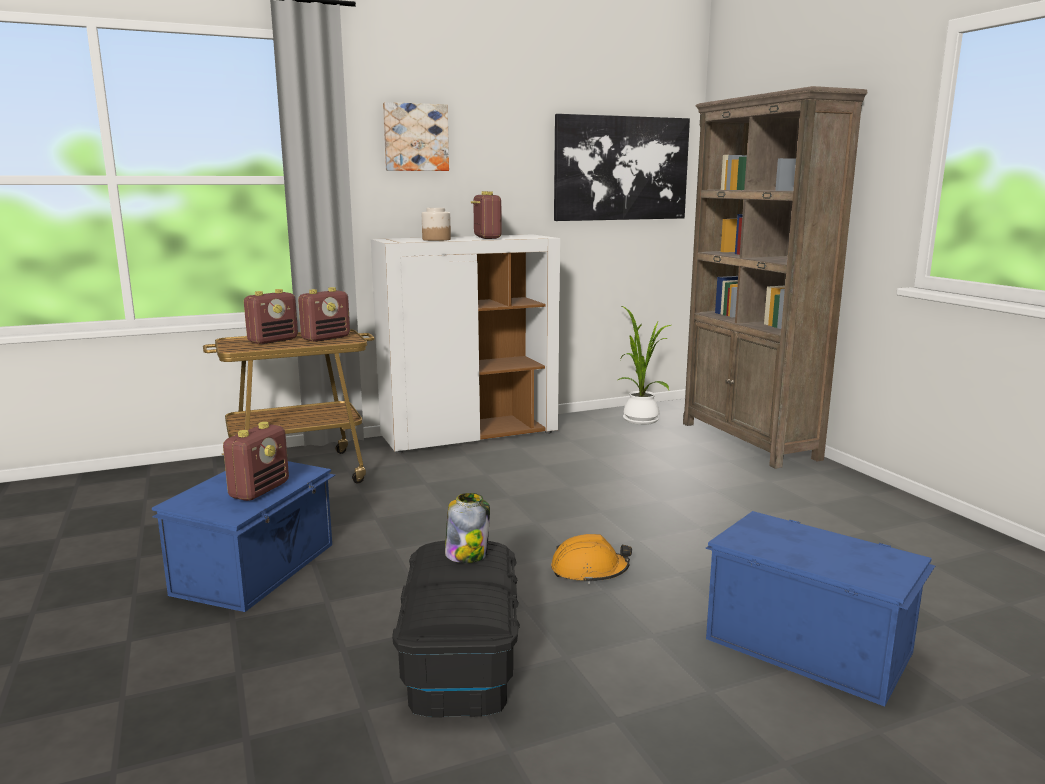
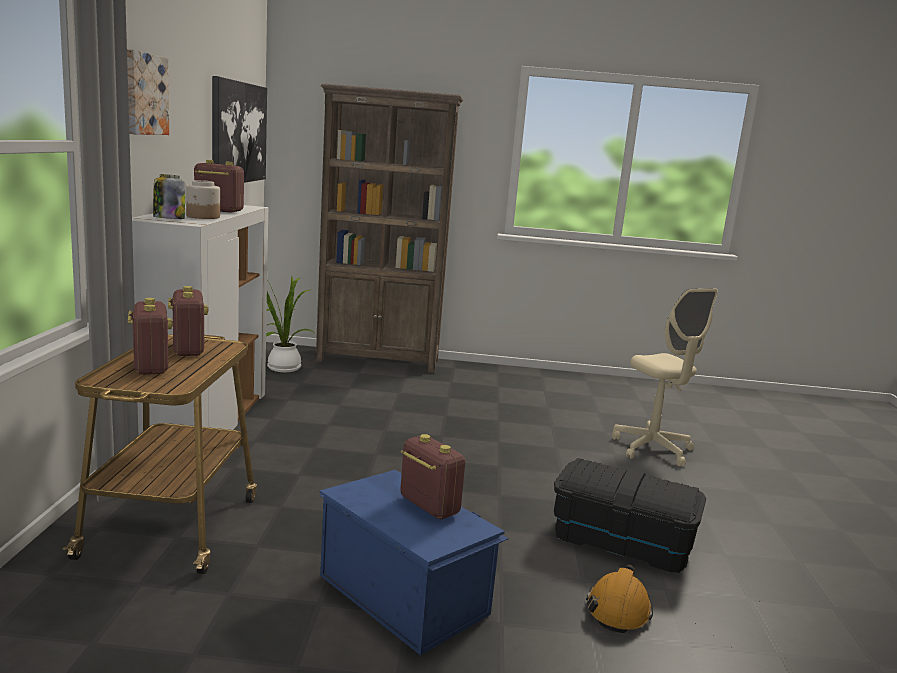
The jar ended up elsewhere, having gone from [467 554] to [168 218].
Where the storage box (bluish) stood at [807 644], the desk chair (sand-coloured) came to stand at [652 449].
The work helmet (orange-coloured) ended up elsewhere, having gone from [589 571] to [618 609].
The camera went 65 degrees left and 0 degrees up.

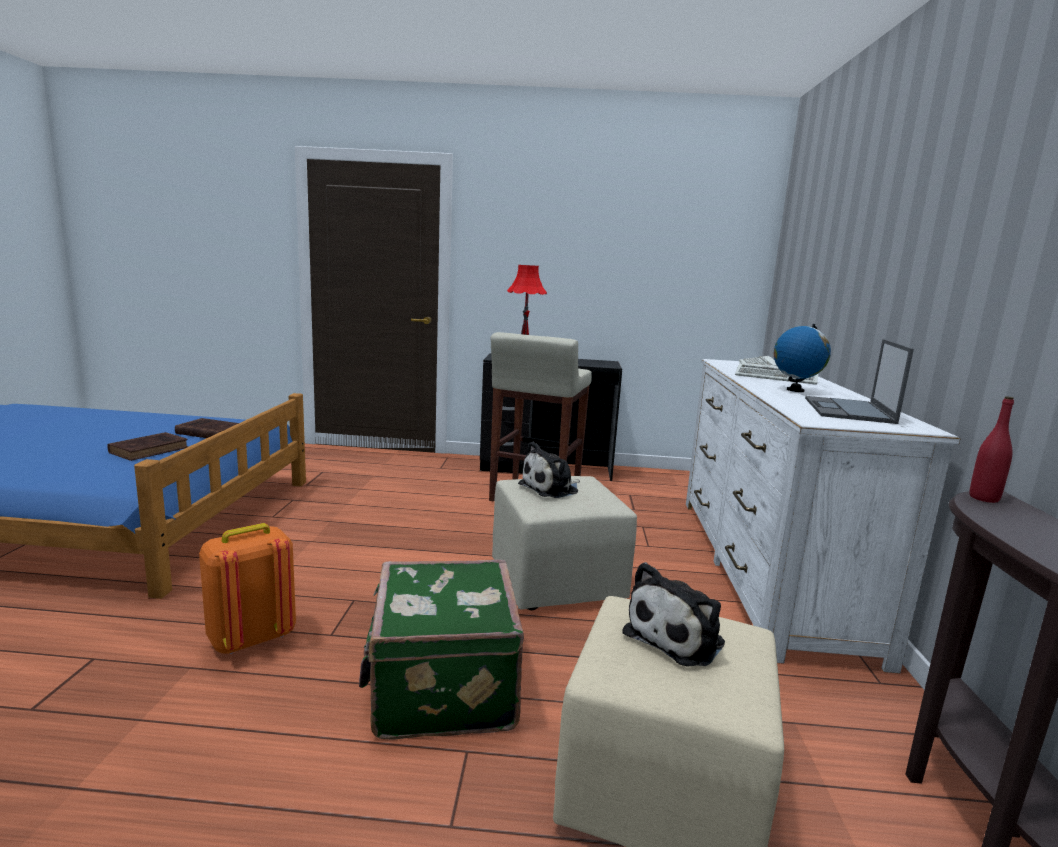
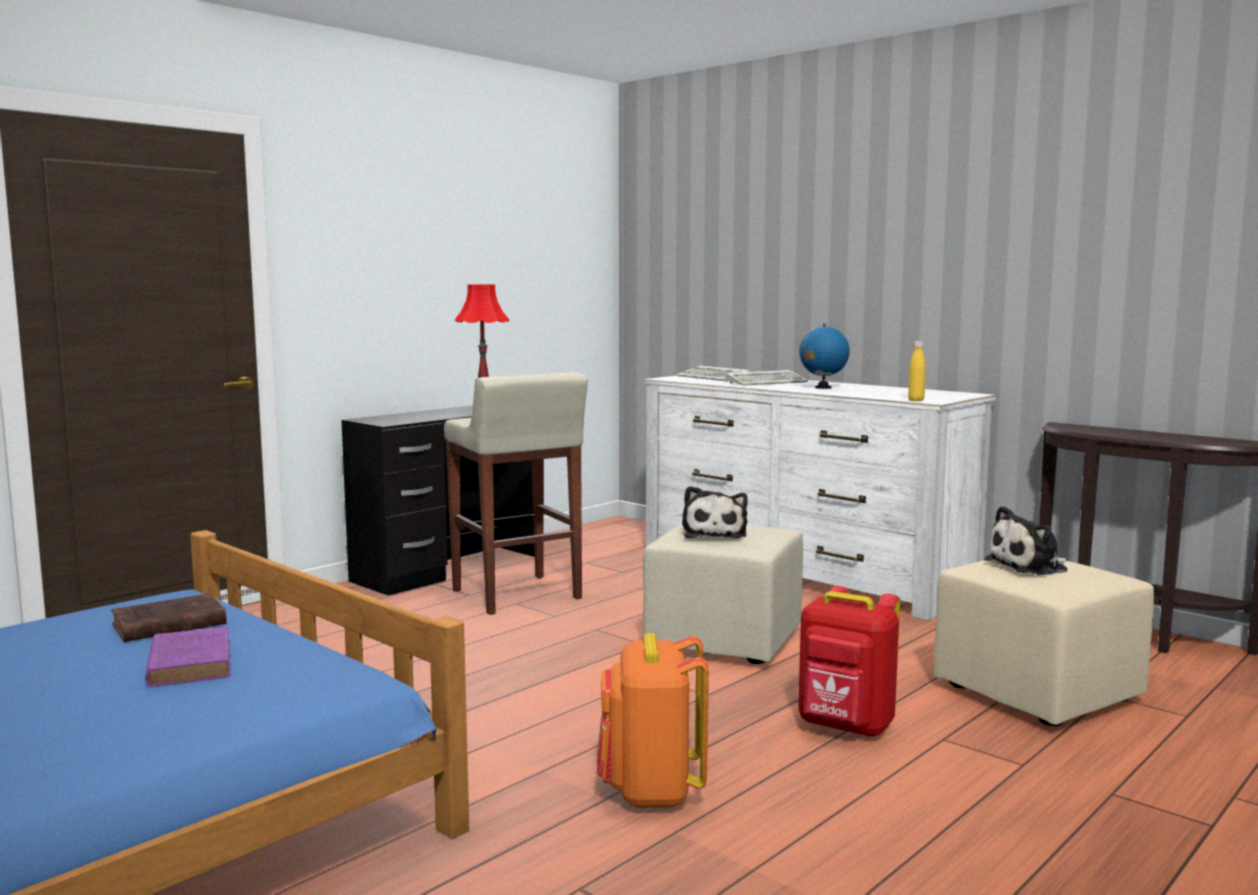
The second view lost the notebook computer at [849 410].
The second view lost the drink bottle (reddish) at [984 498].
What was the bound book (brownish) at [151 450] turned into the bound book (purple) at [190 663].
Where the travel case (green) stood at [441 687], the backpack (reddish) came to stand at [845 727].
The plush toy at [678 637] ended up facing another way, 75 degrees clockwise from before.
The second view gained the drink bottle (yellow-coloured) at [916 400].
The camera went 50 degrees left and 5 degrees down.

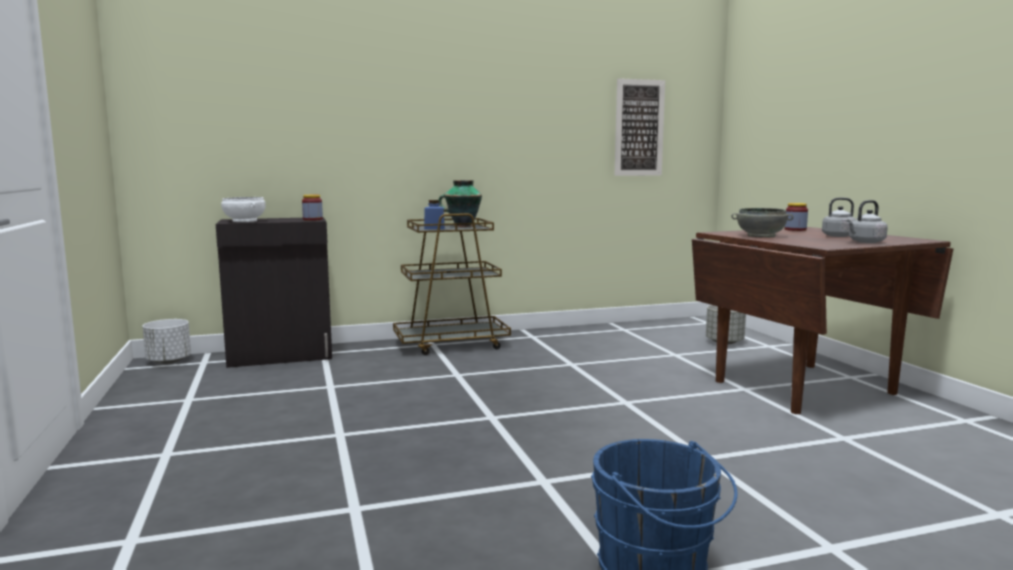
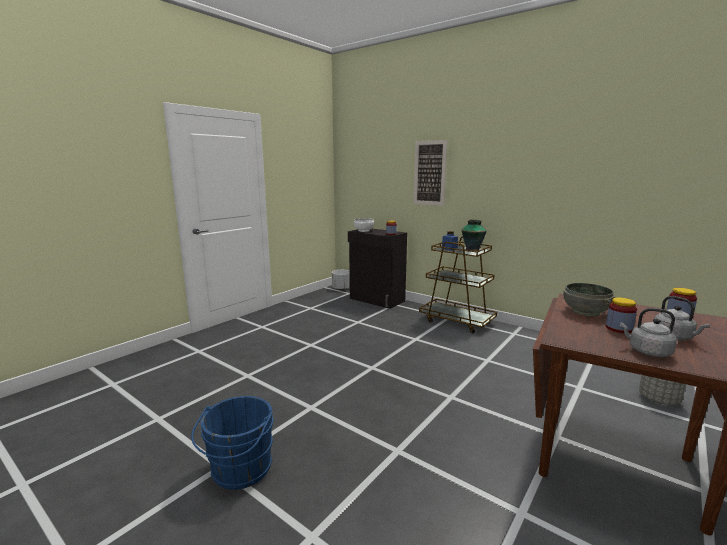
The wall art ended up elsewhere, having gone from [639 128] to [429 173].
The second view gained the jar at [619 328].
The camera went 55 degrees right and 5 degrees up.

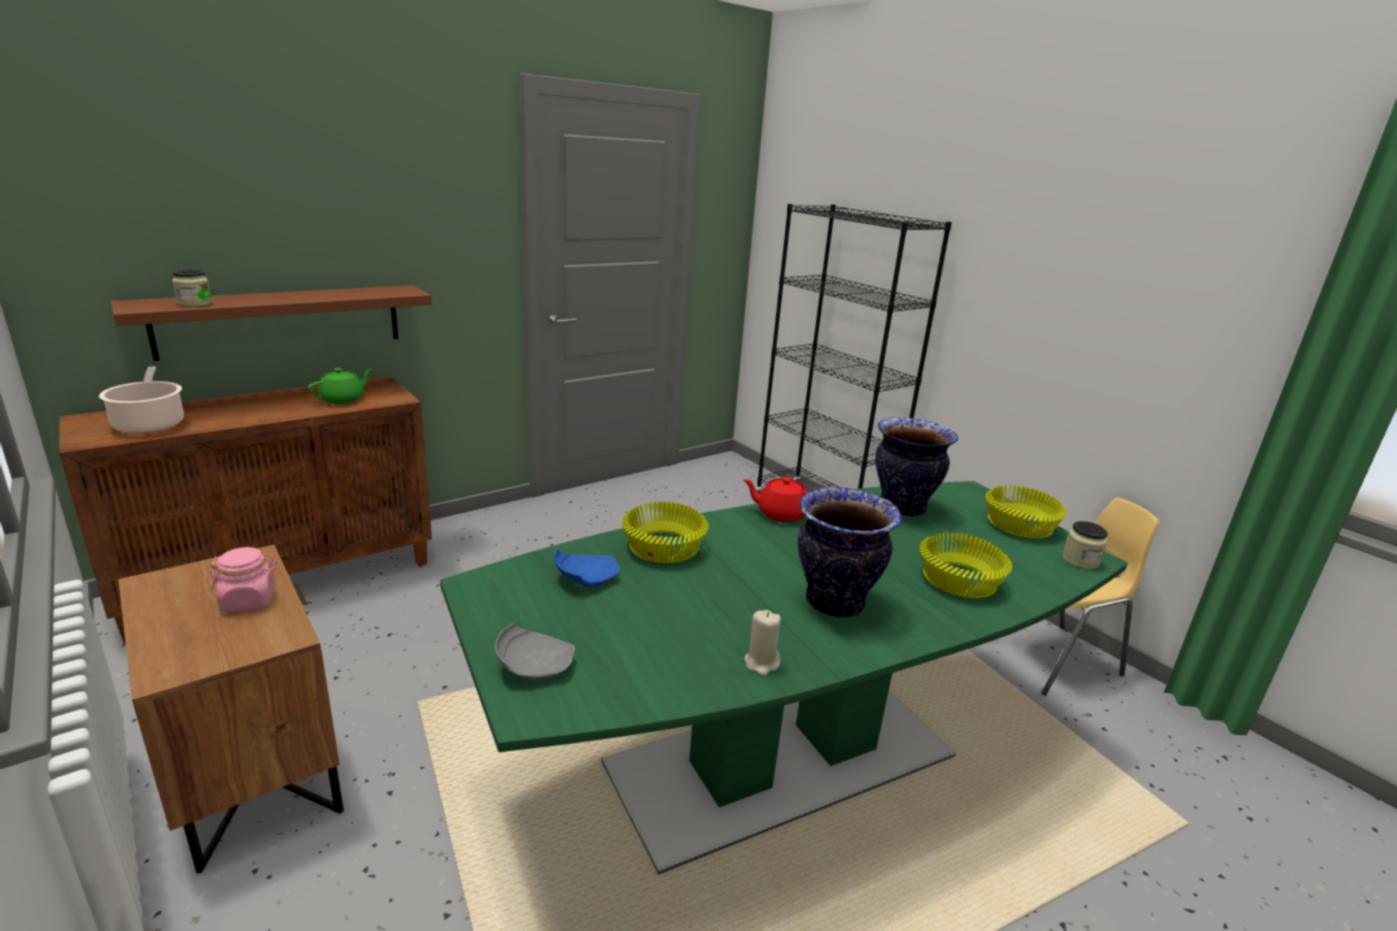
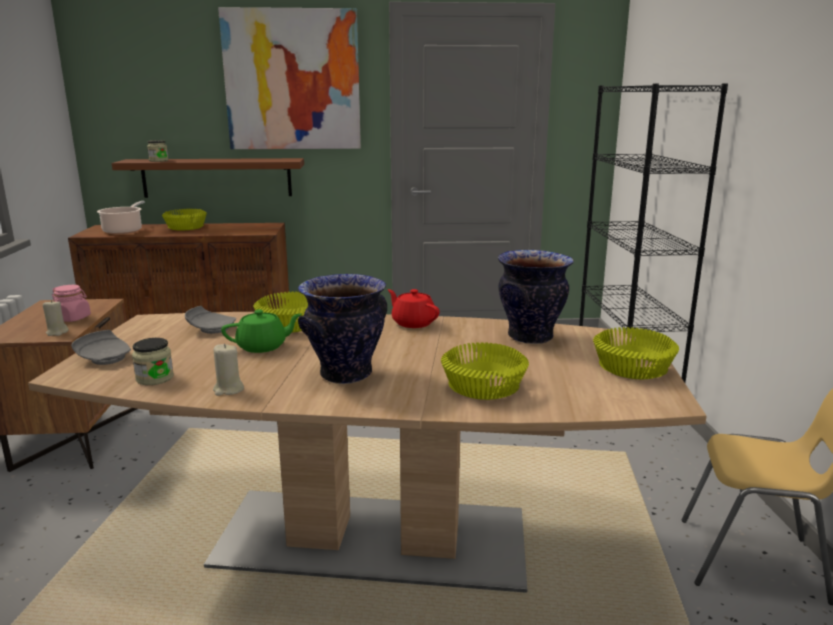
The pot for tea (green) ended up elsewhere, having gone from [343 399] to [263 347].
What was the dinner table (green) at [784 760] turned into the dinner table (brownish) at [374 539].
The jar ended up elsewhere, having gone from [1080 560] to [155 378].
What was the dinner plate (bluish) at [585 578] turned into the dinner plate (greyish) at [211 329].
The second view gained the wall art at [292 80].
The second view gained the bowl (yellow-coloured) at [186 227].
The second view gained the wax candle (sand-coloured) at [57 332].
The camera went 35 degrees right and 5 degrees down.

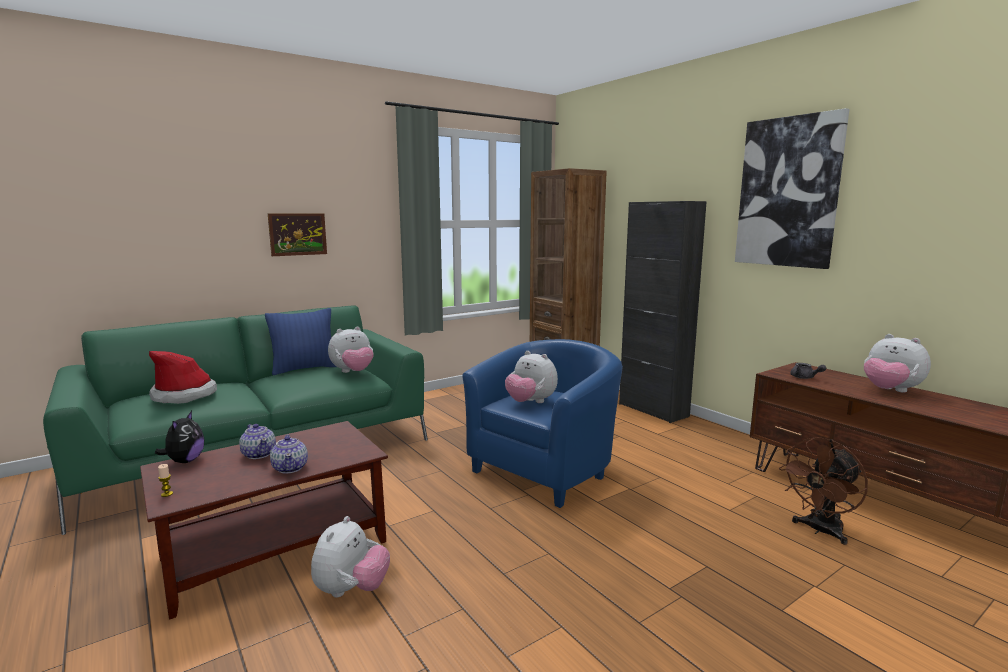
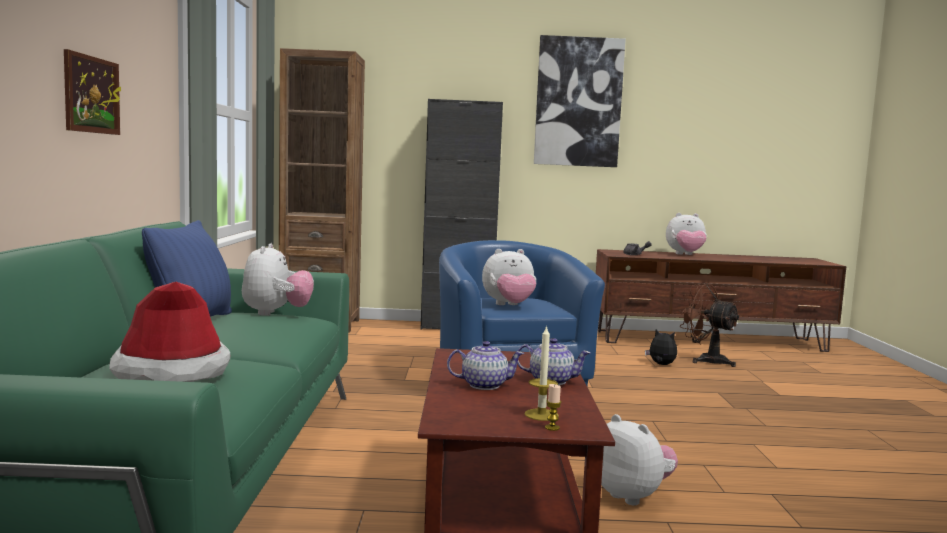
The plush toy ended up elsewhere, having gone from [185 461] to [661 365].
The electric fan (brownish) at [820 531] ended up facing another way, 135 degrees clockwise from before.
The second view gained the wax candle at [541 415].
The camera went 55 degrees left and 5 degrees down.

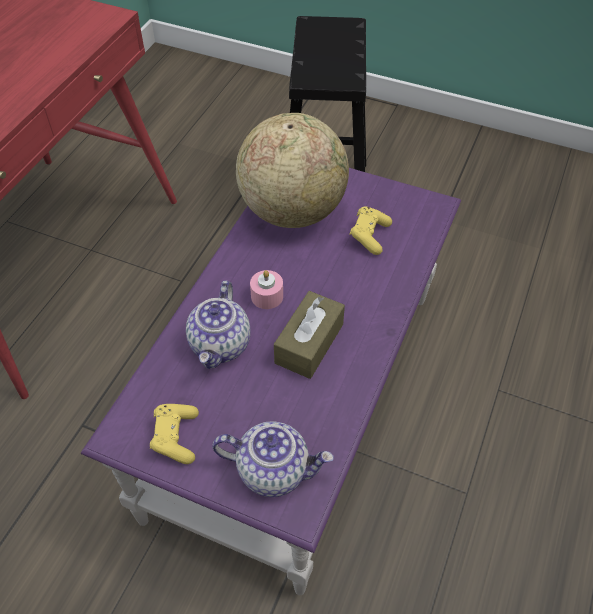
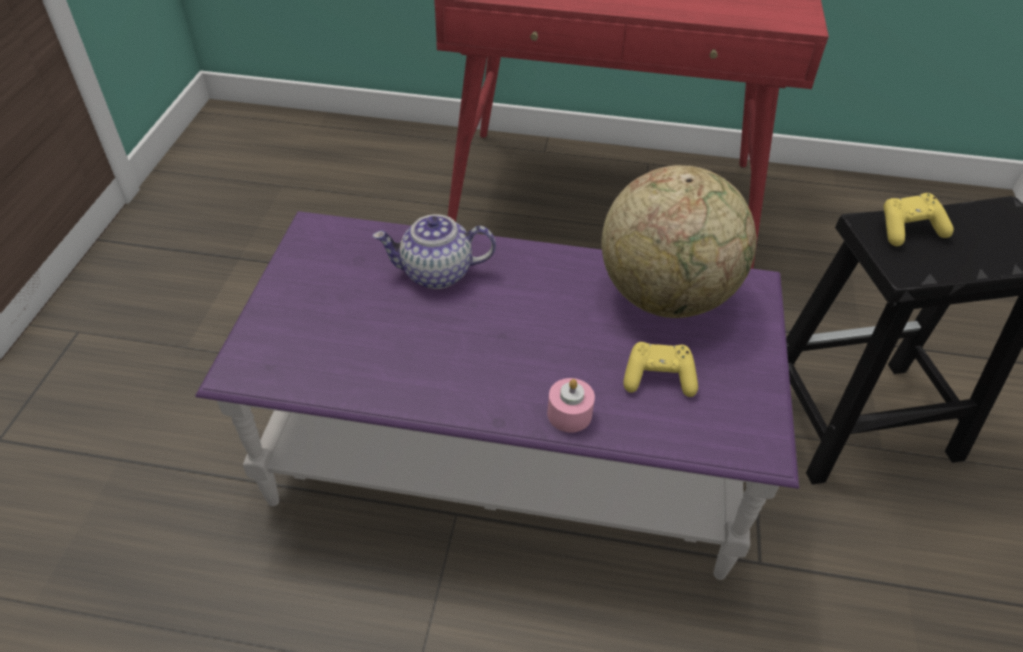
The wax candle (pinkish) ended up elsewhere, having gone from [267 296] to [569 414].
The second view lost the box of tissues (brownish) at [309 343].
The gamepad (yellow-coloured) ended up elsewhere, having gone from [175 437] to [908 230].
The second view lost the pot for tea at [274 470].
The camera went 75 degrees right and 5 degrees down.

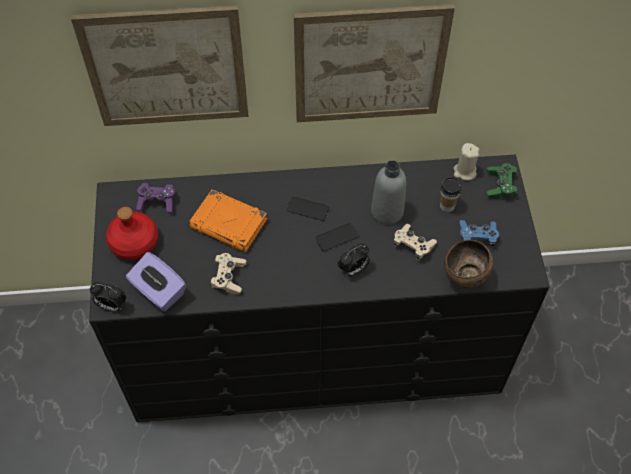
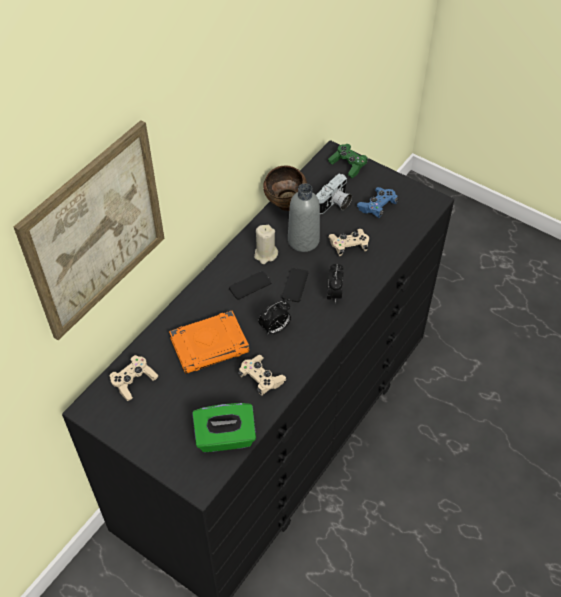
The second view lost the wall art at [369 65].
The wax candle (sand-coloured) ended up elsewhere, having gone from [464 171] to [265 254].
Where the cup stood at [447 206], the photo camera came to stand at [334 204].
What was the gamepad (purple) at [157 202] turned into the gamepad (sand-coloured) at [133 382].
The second view lost the drink bottle (reddish) at [133 243].
The bowl (brownish) ended up elsewhere, having gone from [464 279] to [286 205].
What was the box of tissues (purple) at [158 292] turned into the box of tissues (green) at [225 438].
The alarm clock ended up elsewhere, having gone from [111 306] to [275 329].
The camera went 50 degrees left and 5 degrees down.

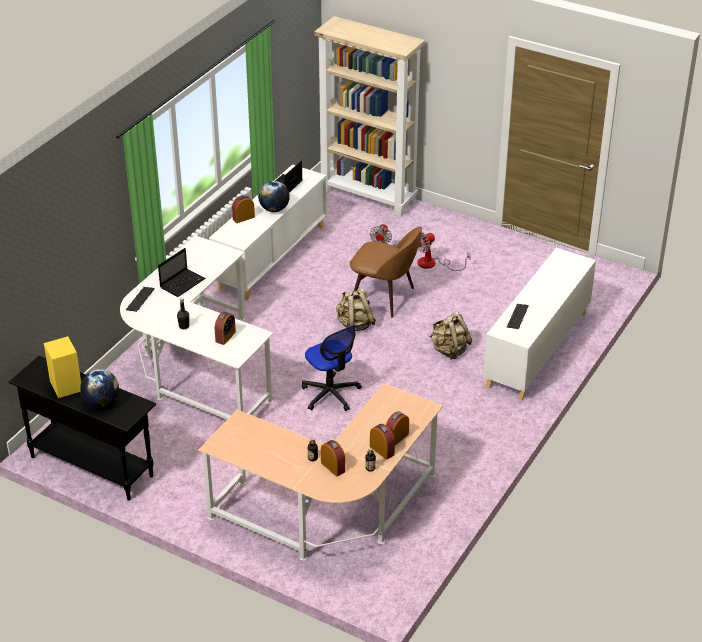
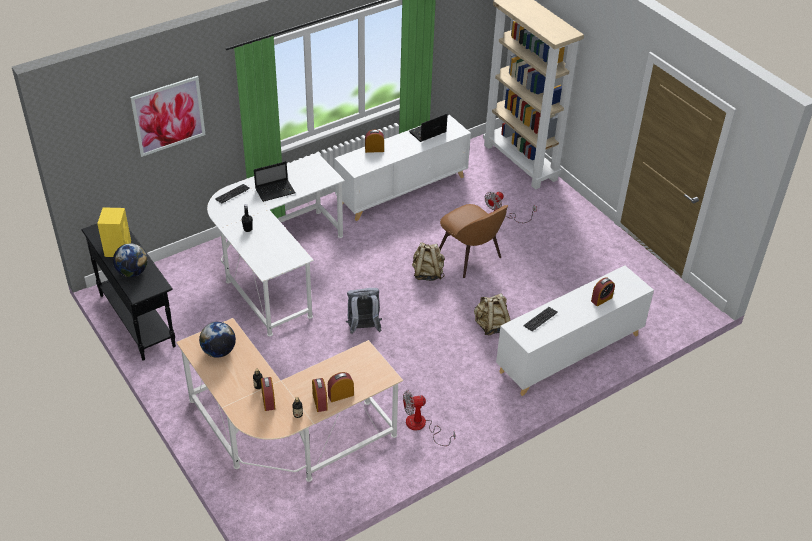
The desk globe ended up elsewhere, having gone from [274 209] to [219 351].
The electric fan ended up elsewhere, having gone from [433 264] to [421 426].
The alarm clock ended up elsewhere, having gone from [225 337] to [601 299].
Where the desk chair stood at [330 394], the backpack (greyish) came to stand at [363 328].
The second view gained the wall art at [168 116].
The camera went 25 degrees right and 5 degrees up.

